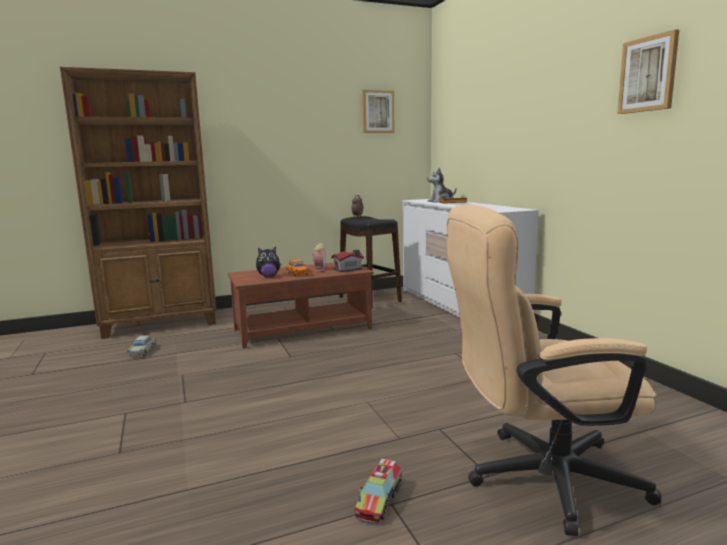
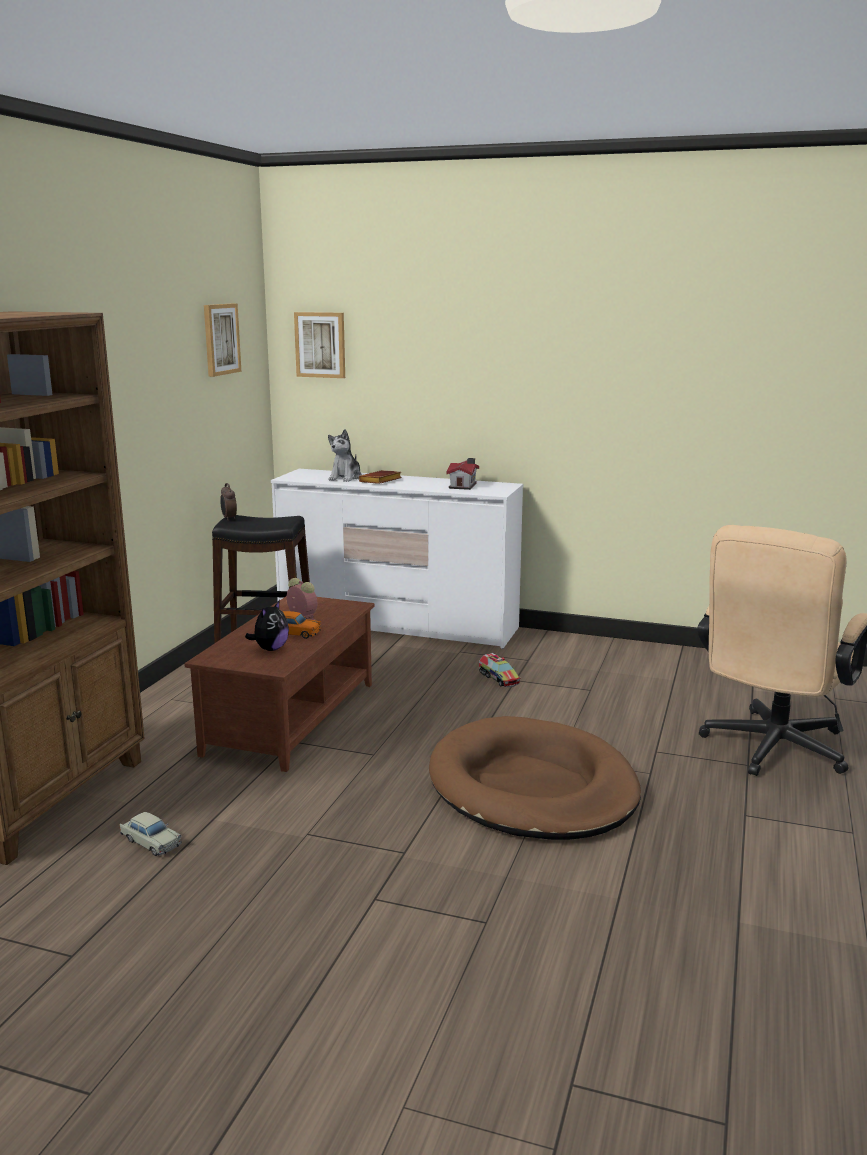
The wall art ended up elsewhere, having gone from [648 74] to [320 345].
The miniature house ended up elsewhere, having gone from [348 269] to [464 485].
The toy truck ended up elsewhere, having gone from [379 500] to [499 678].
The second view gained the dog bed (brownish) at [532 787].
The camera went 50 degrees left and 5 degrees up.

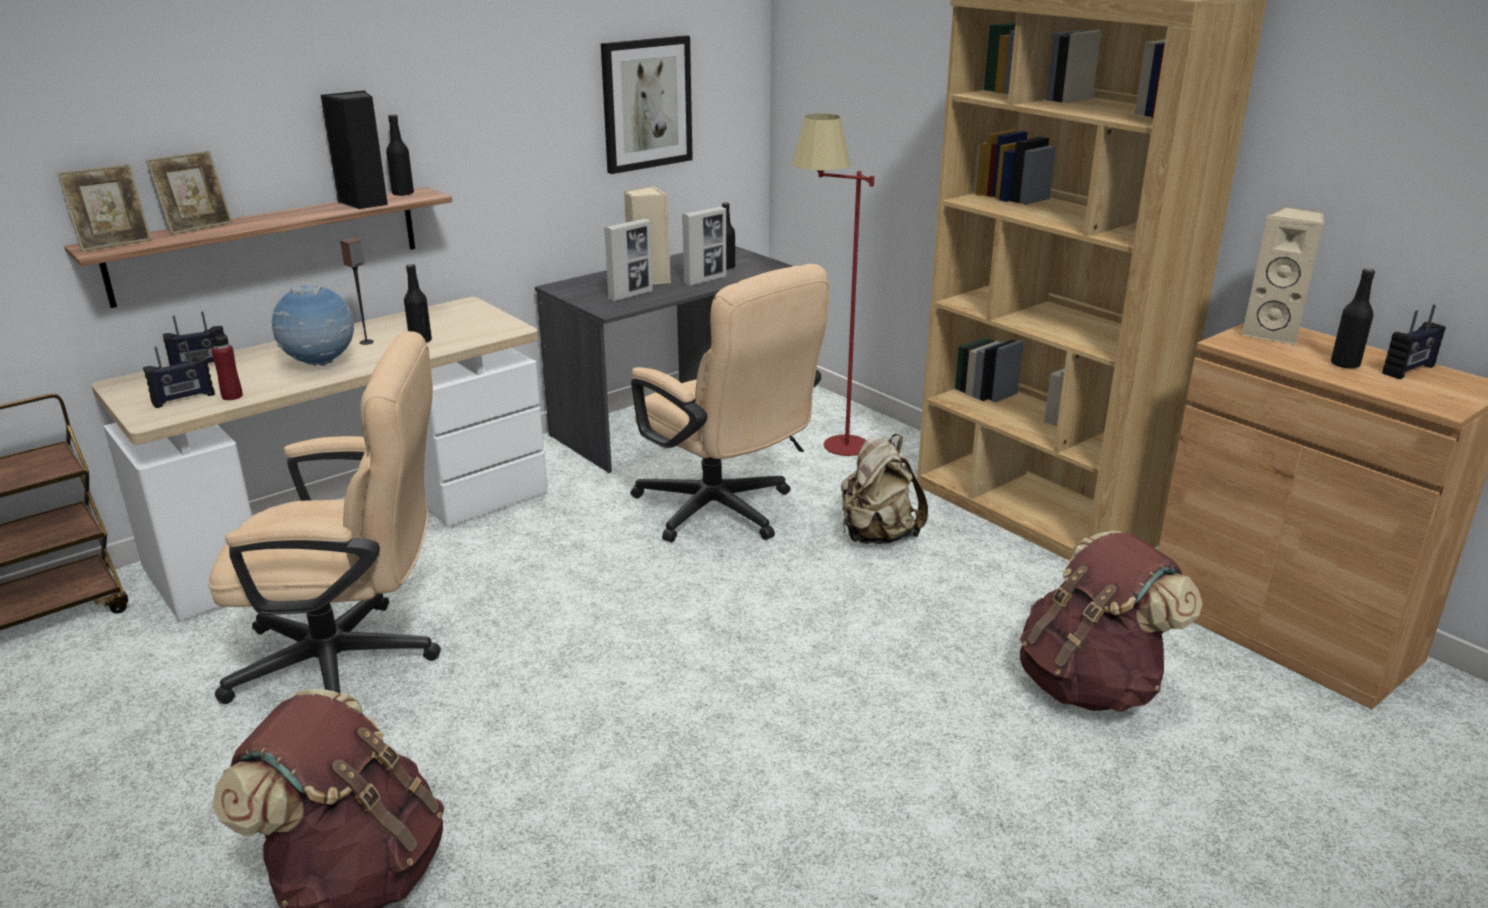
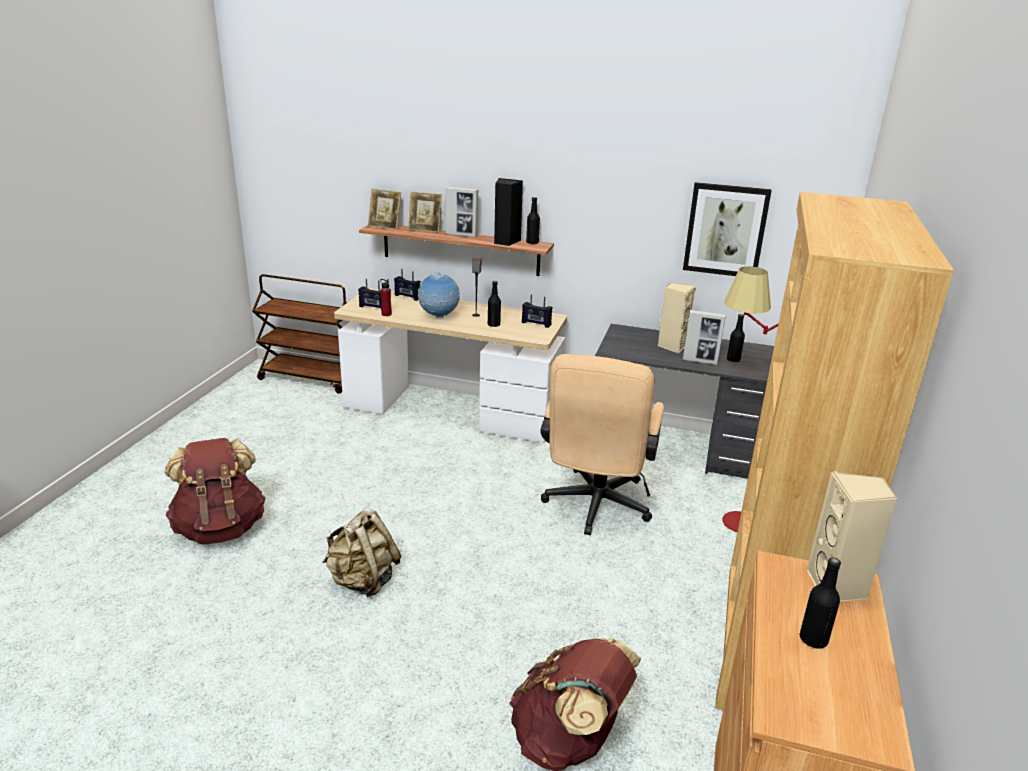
The photo frame ended up elsewhere, having gone from [630 295] to [461 235].
The radio receiver ended up elsewhere, having gone from [1409 370] to [536 324].
The second view lost the desk chair (sand-coloured) at [353 661].
The backpack (sand-coloured) ended up elsewhere, having gone from [877 536] to [363 581].
The camera went 55 degrees right and 0 degrees up.

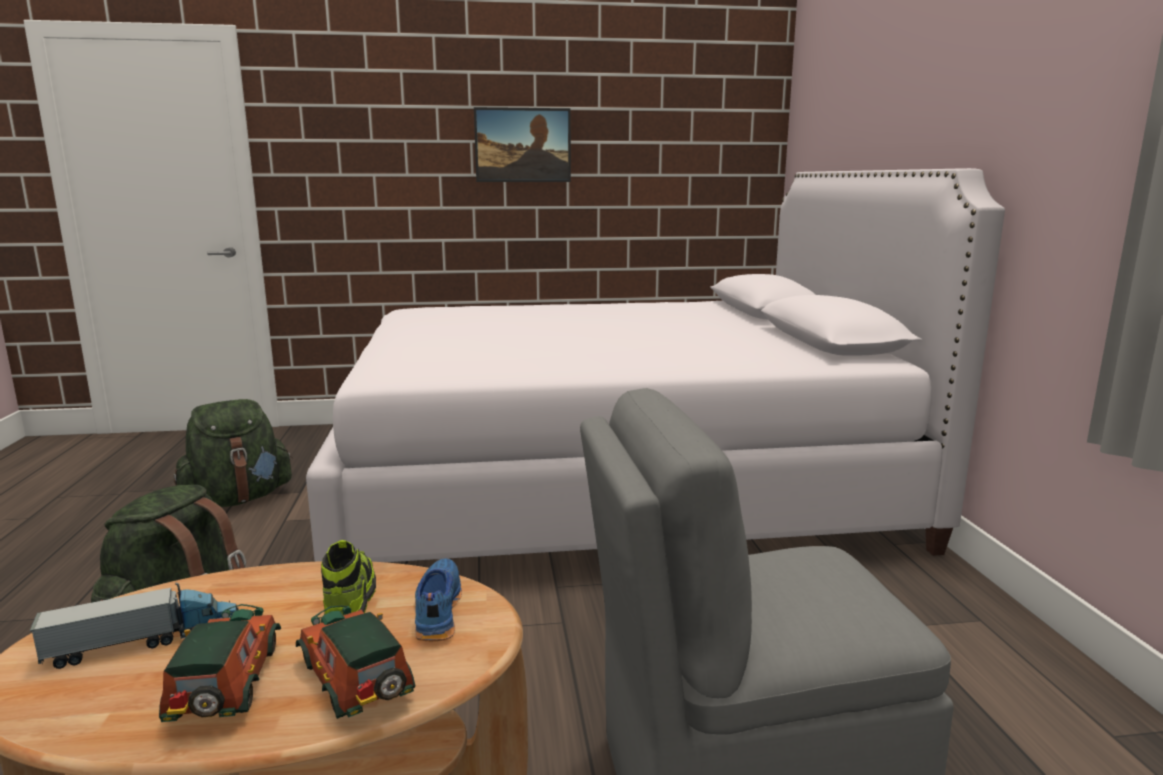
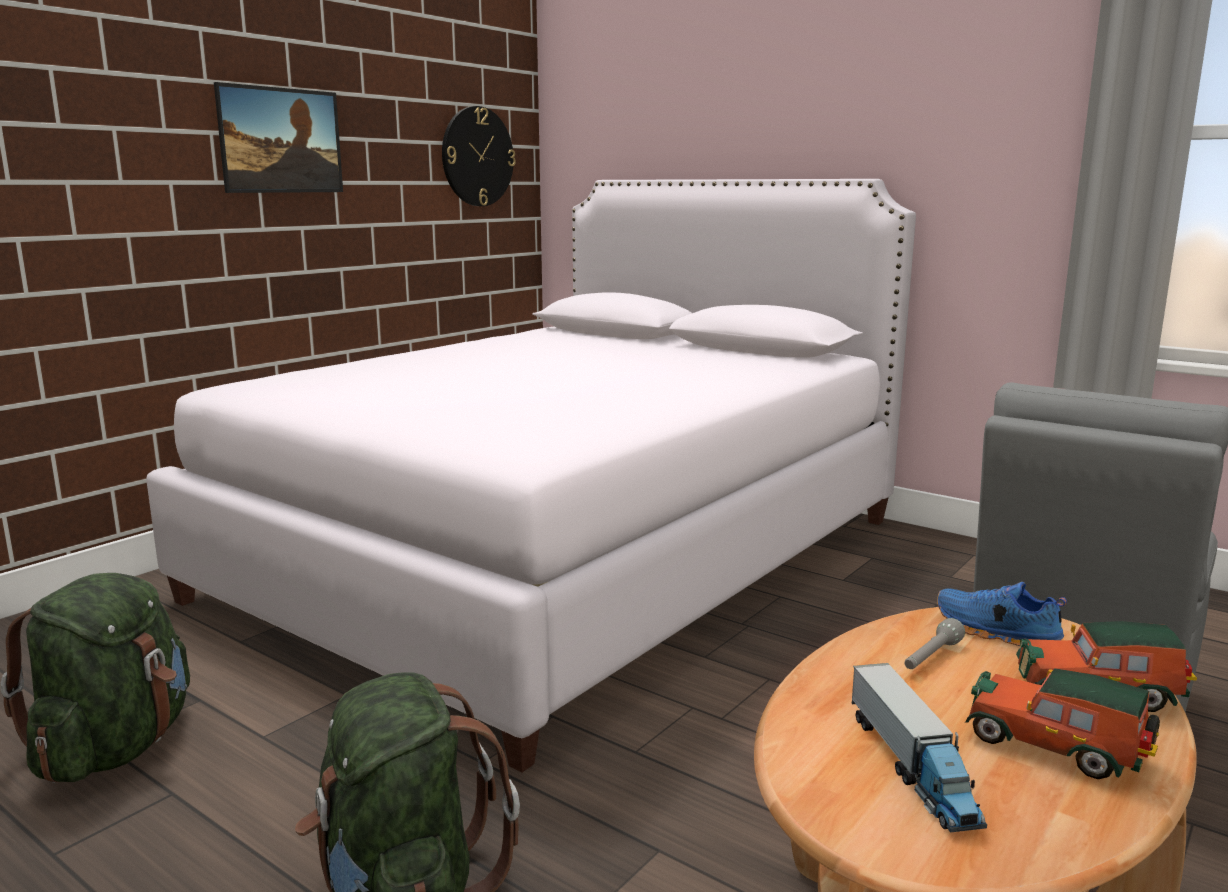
Where the low shoe stood at [350 600], the torch (greyish) came to stand at [931 658].
The toy truck at [145 641] ended up facing another way, 150 degrees clockwise from before.
The second view gained the wall clock at [477 156].
The camera went 45 degrees left and 0 degrees up.

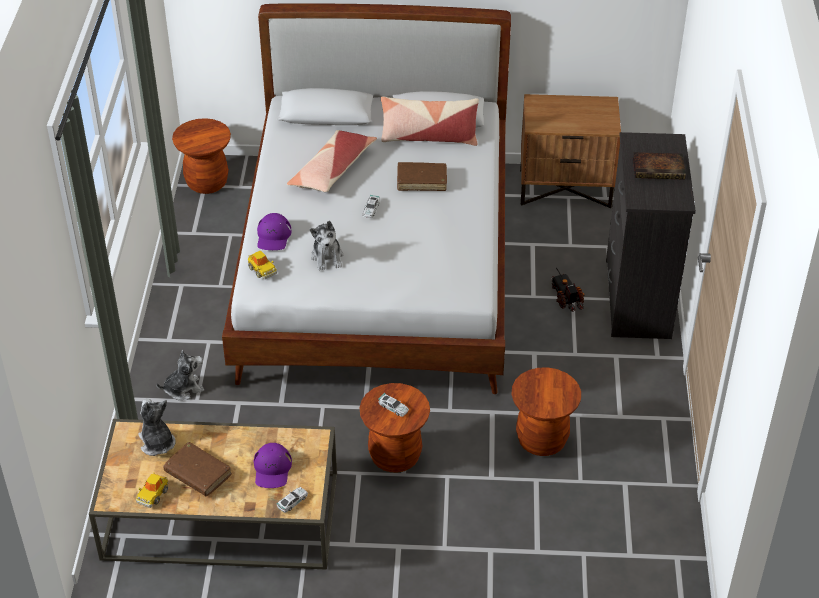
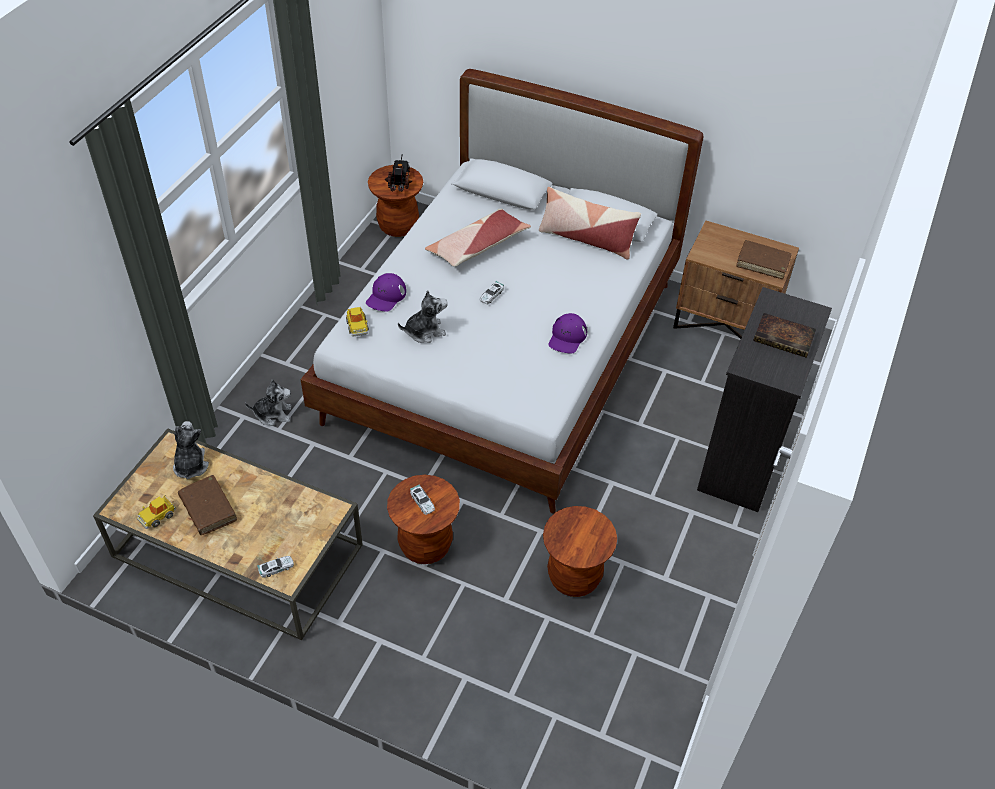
The bound book (brownish) ended up elsewhere, having gone from [421 181] to [762 264].
The plush toy at [327 257] ended up facing another way, 120 degrees counterclockwise from before.
The toy truck ended up elsewhere, having gone from [567 298] to [400 182].
The cap (purple) ended up elsewhere, having gone from [272 469] to [567 337].
The camera went 20 degrees right and 5 degrees up.

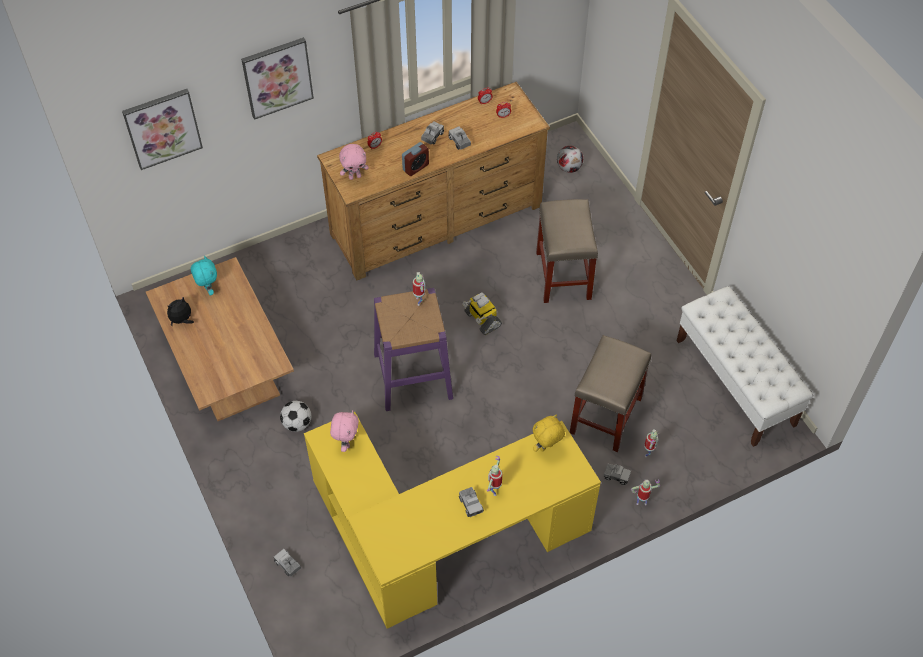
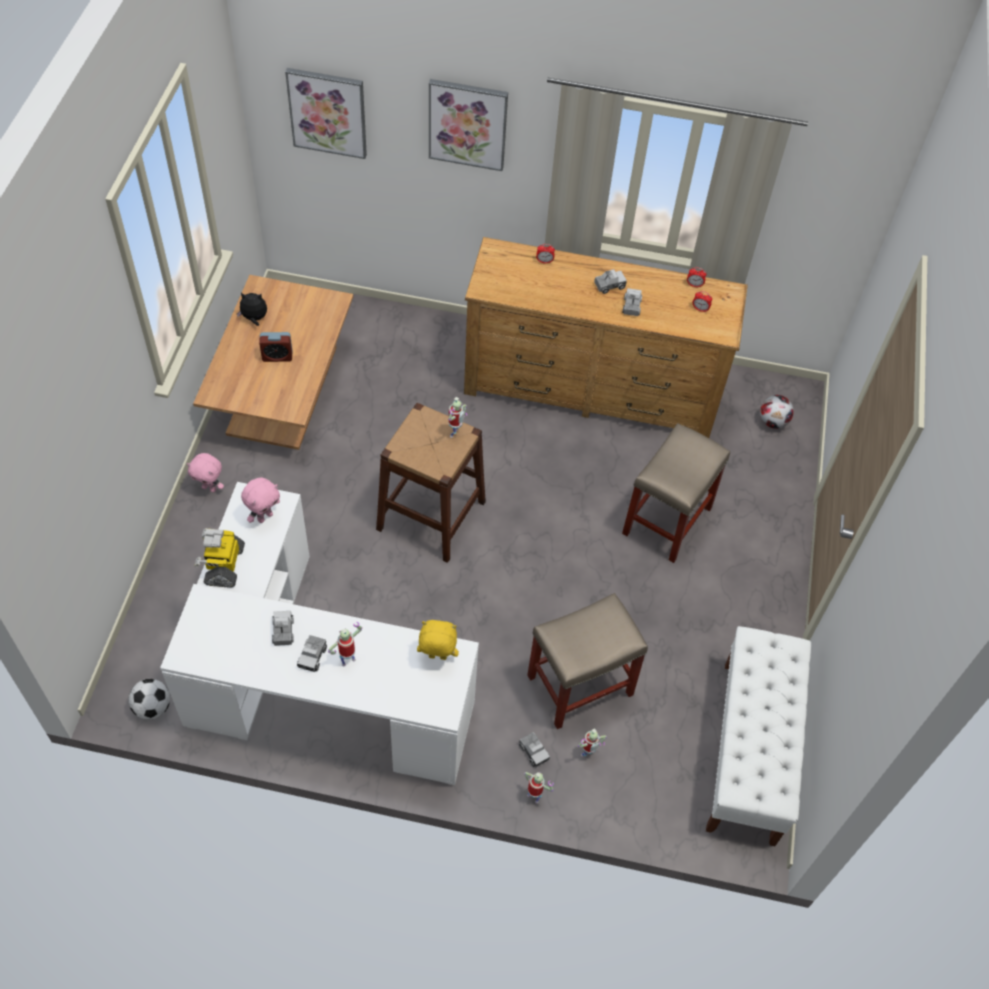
The alarm clock ended up elsewhere, having gone from [415 167] to [277 356].
The plush toy (pinkish) ended up elsewhere, having gone from [355 176] to [210 488].
The second view lost the plush toy (turquoise) at [208 289].
What was the stool (purple) at [413 376] turned into the stool (brownish) at [431 515].
The robot figure ended up elsewhere, having gone from [482 319] to [224 565].
The ball for football ended up elsewhere, having gone from [297 423] to [152 707].
What was the desk table (yellow-coloured) at [442 540] turned into the desk table (white-coloured) at [311 685].
The toy truck ended up elsewhere, having gone from [288 565] to [283 631].
The camera went 35 degrees right and 0 degrees up.

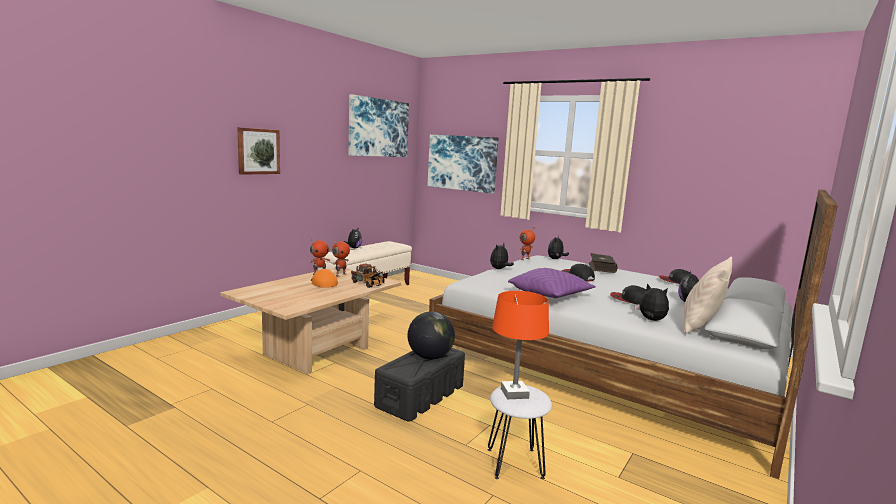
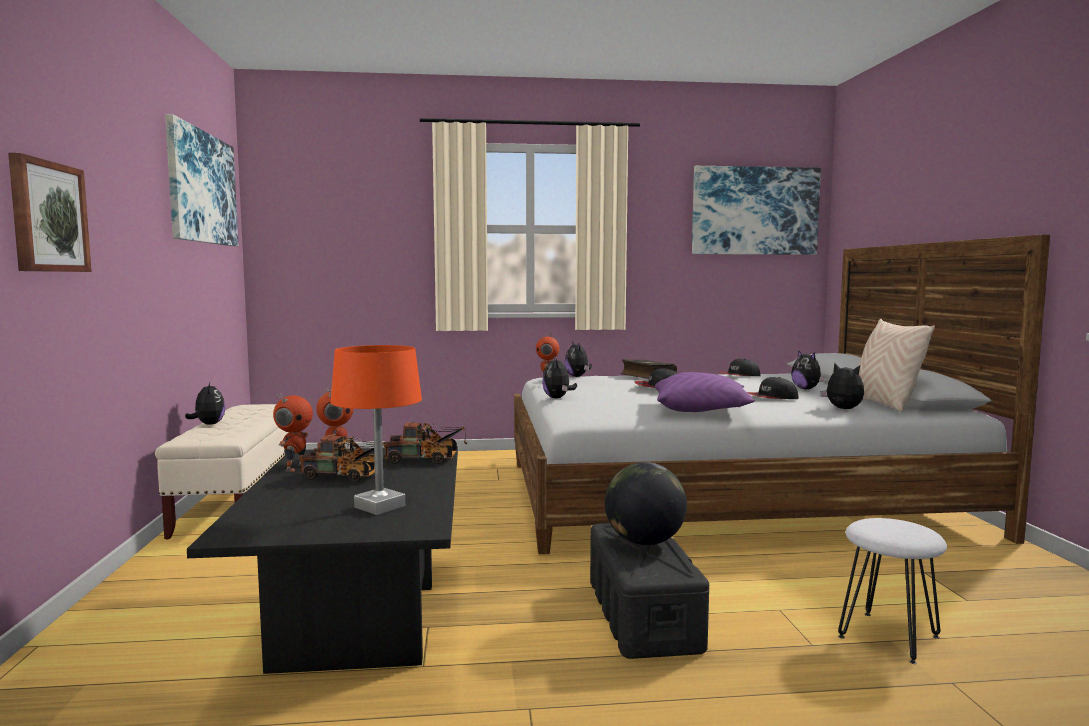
The wall art ended up elsewhere, having gone from [462 163] to [754 211].
What was the lounge table (sand-coloured) at [316 351] turned into the lounge table (blackish) at [358 624].
Where the cap (orange-coloured) stood at [323 283], the toy truck came to stand at [346 477].
The plush toy at [651 320] ended up facing another way, 45 degrees clockwise from before.
The lamp for a table (orange-coloured) ended up elsewhere, having gone from [514 393] to [379 506].
The camera went 40 degrees left and 5 degrees down.

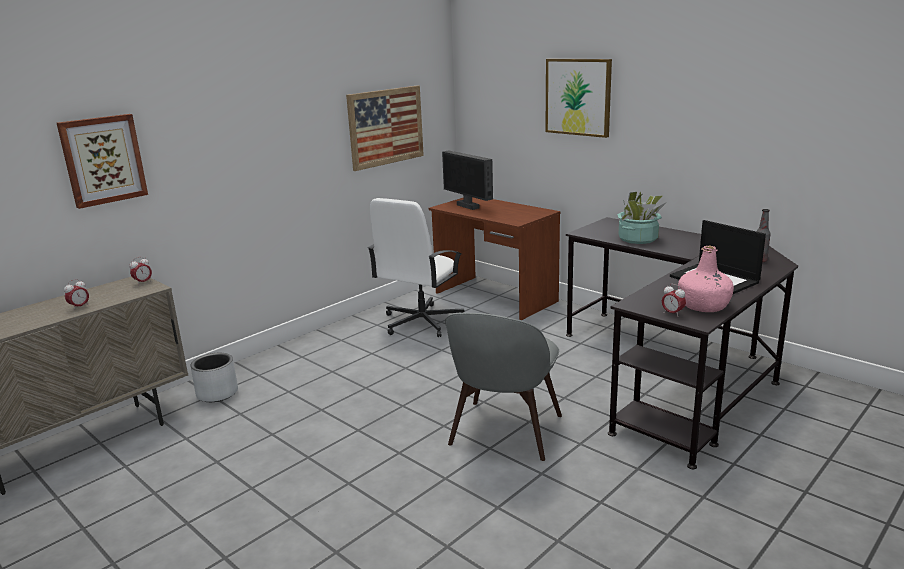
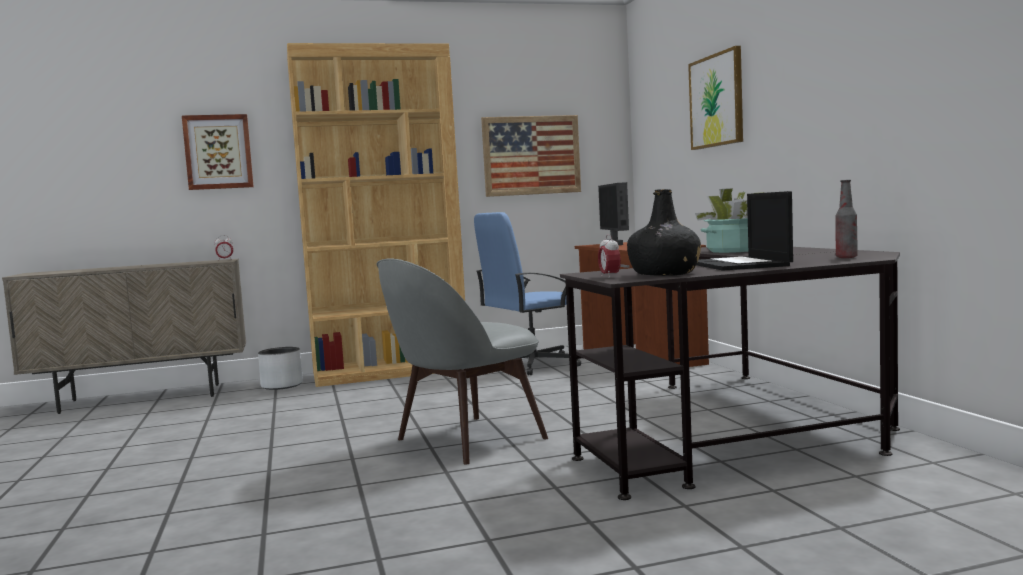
What was the desk chair (white-coloured) at [421 322] turned into the desk chair (bluish) at [531 365].
What was the drink bottle (pinkish) at [704 306] turned into the drink bottle (blackish) at [665 274].
The second view lost the alarm clock at [79 307].
The second view gained the bookcase (brownish) at [391 372].
The camera went 30 degrees right and 15 degrees down.

